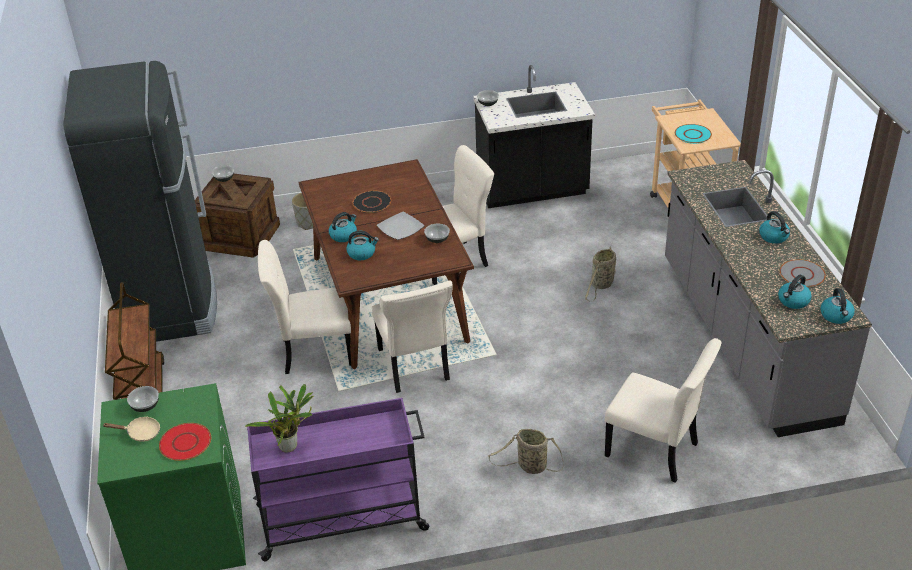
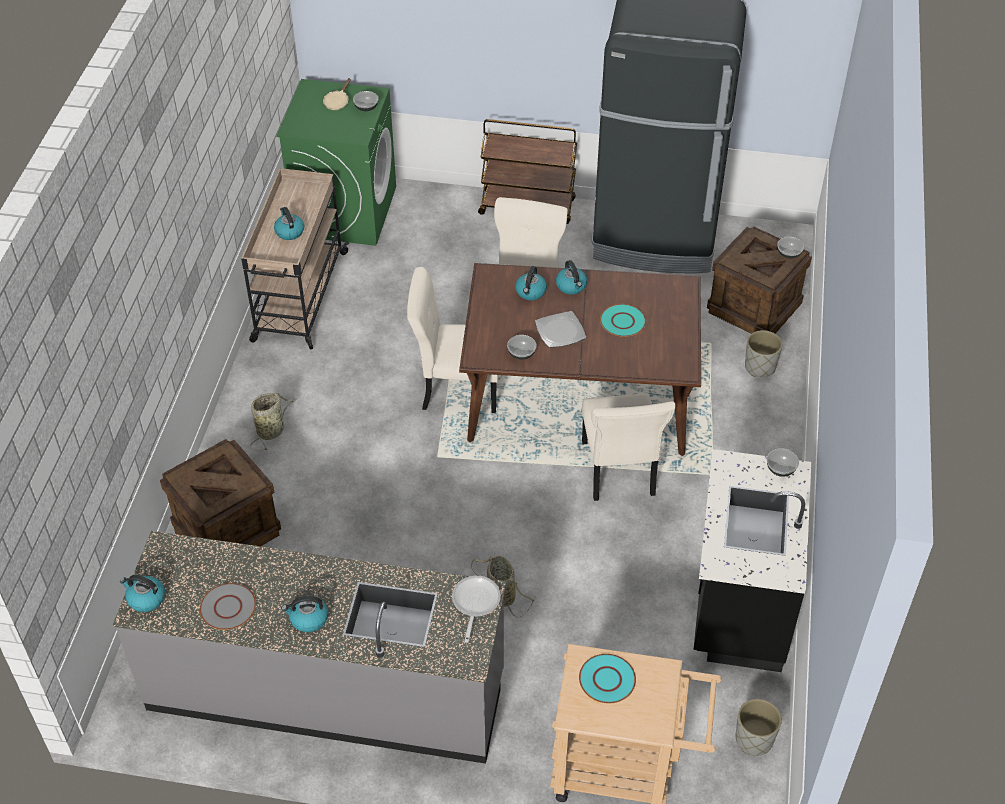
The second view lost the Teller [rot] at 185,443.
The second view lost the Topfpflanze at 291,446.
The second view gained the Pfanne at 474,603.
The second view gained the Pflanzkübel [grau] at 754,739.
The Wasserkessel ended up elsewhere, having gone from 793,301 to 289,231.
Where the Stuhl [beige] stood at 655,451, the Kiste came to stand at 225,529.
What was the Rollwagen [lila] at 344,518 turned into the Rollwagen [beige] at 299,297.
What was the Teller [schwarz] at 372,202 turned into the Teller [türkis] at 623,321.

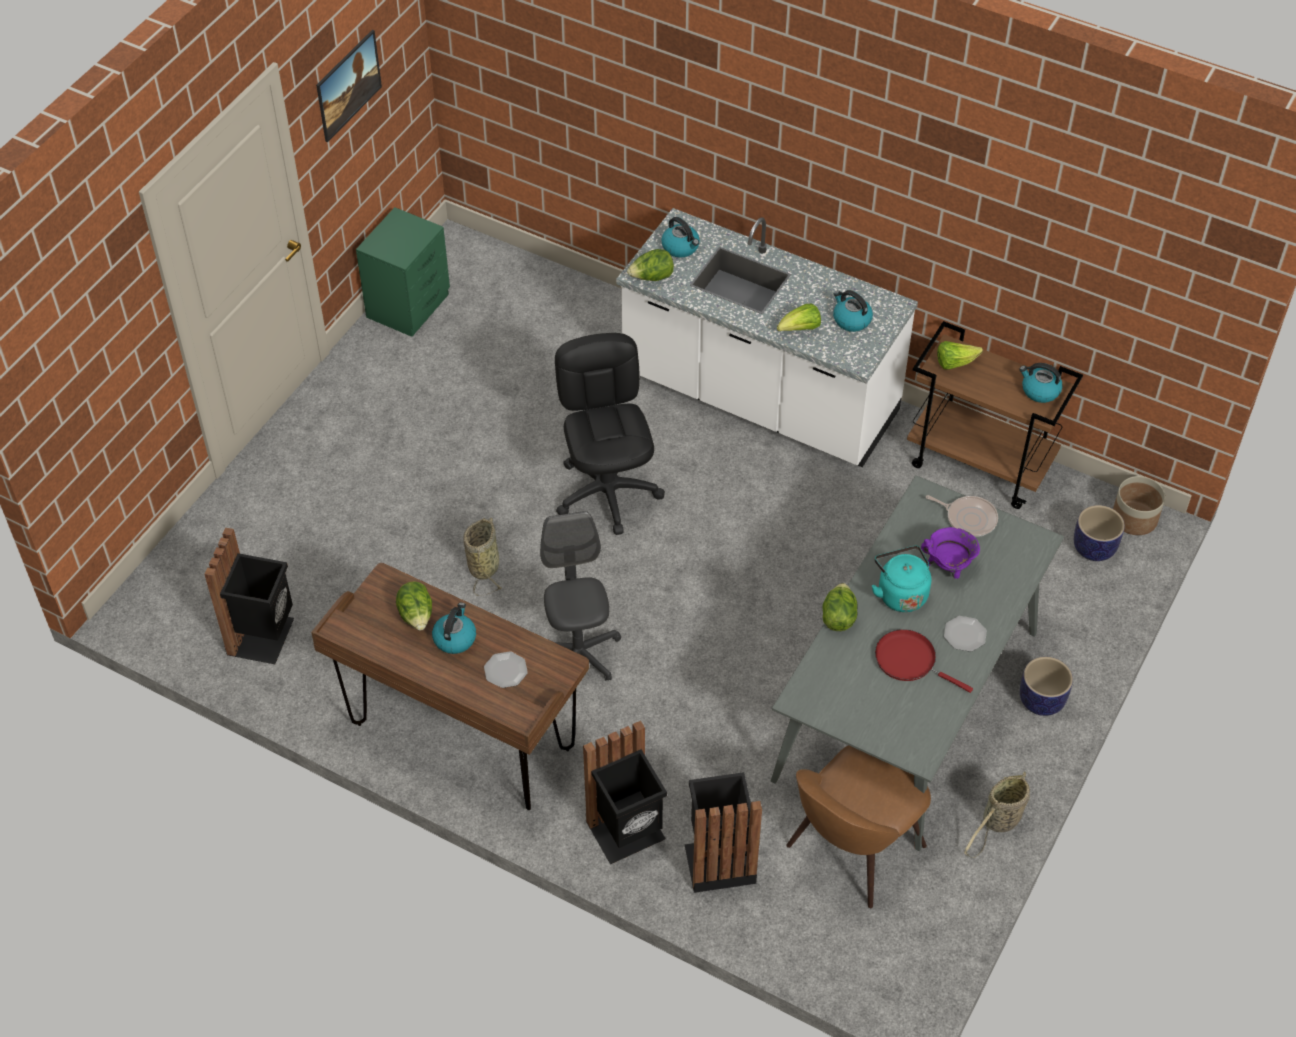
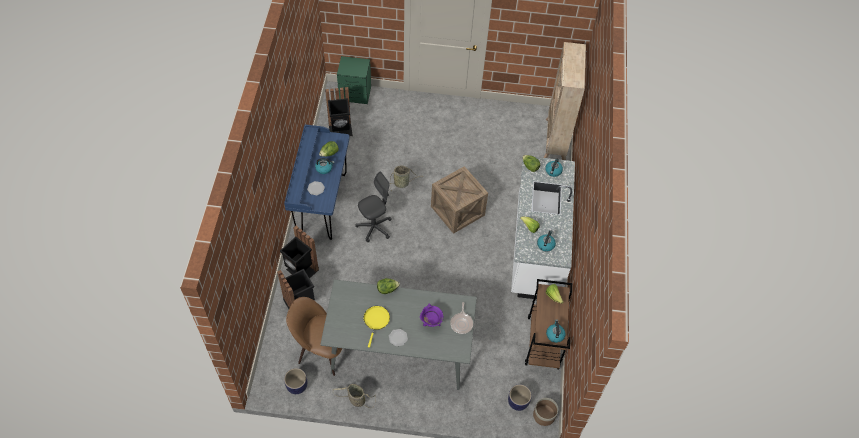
The second view lost the Bild at 350,99.
The second view lost the Wasserkessel [türkis] at 900,593.
The second view gained the Bücherregal [beige] at 555,140.
The Nachttisch [grün] ended up elsewhere, having gone from 410,305 to 355,94.
The Pflanzkübel ended up elsewhere, having gone from 1041,701 to 296,386.
Where the Bürostuhl [schwarz] stood at 608,492, the Kiste came to stand at 457,210.
What was the Schreibtisch [braun] at 462,738 turned into the Schreibtisch [blau] at 322,204.
What was the Pfanne [rot] at 909,660 turned into the Pfanne [gelb] at 376,321.

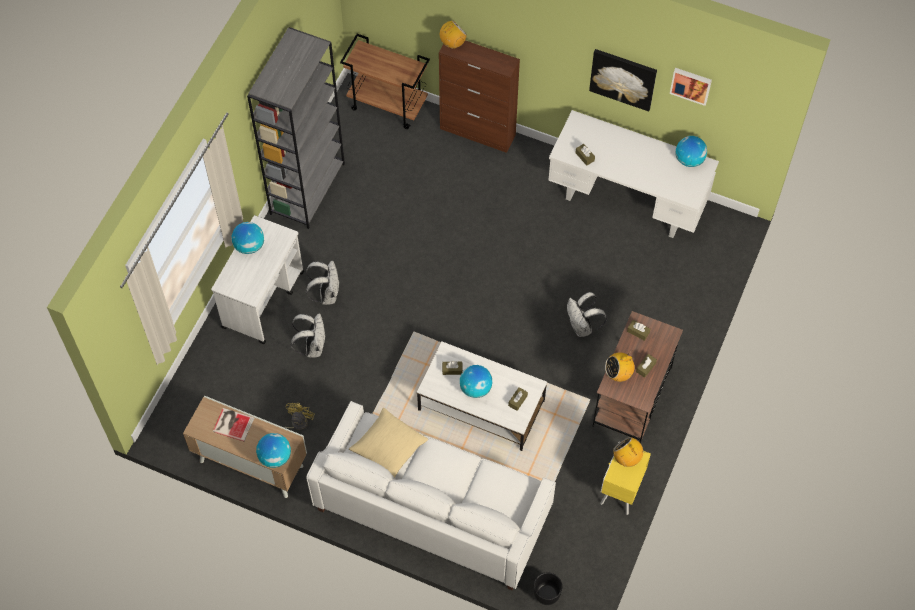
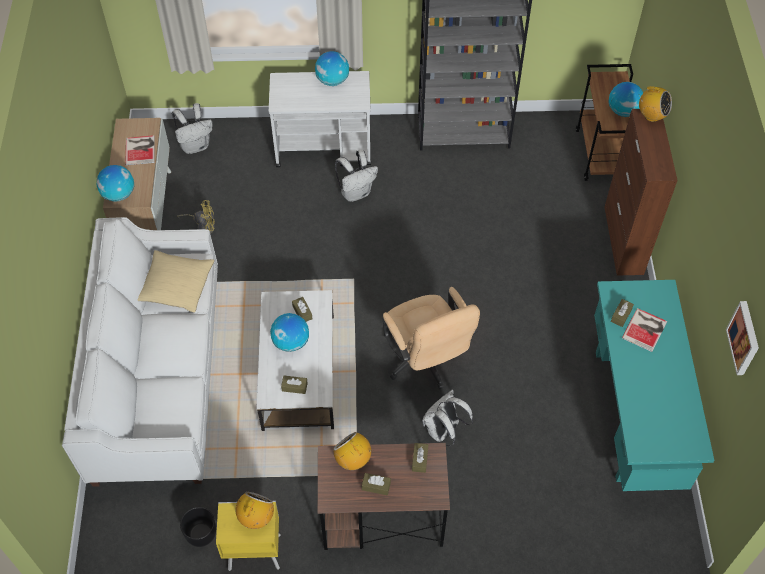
The second view lost the Bild at 623,78.
The second view gained the Bürostuhl [beige] at 425,361.
The second view gained the Buch at 645,329.
The Rucksack [weiß] ended up elsewhere, having gone from 312,347 to 195,146.
The Pflanzkübel [schwarz] ended up elsewhere, having gone from 546,594 to 201,533.
The Globus ended up elsewhere, having gone from 689,160 to 623,111.
What was the Schreibtisch [weiß] at 627,201 turned into the Schreibtisch [türkis] at 633,414.

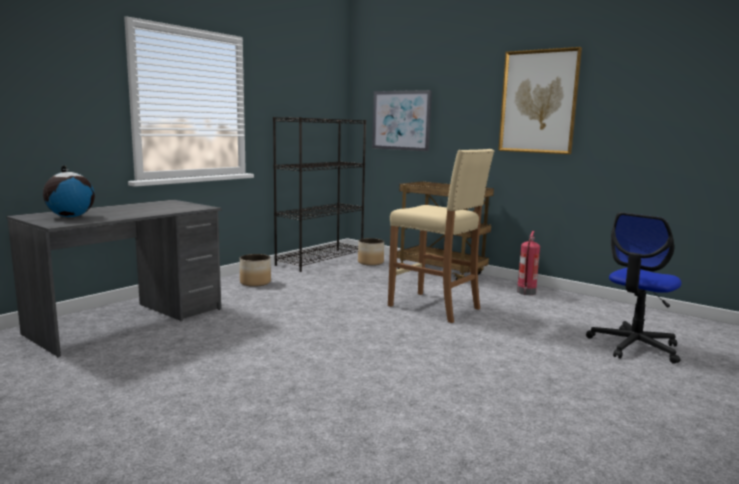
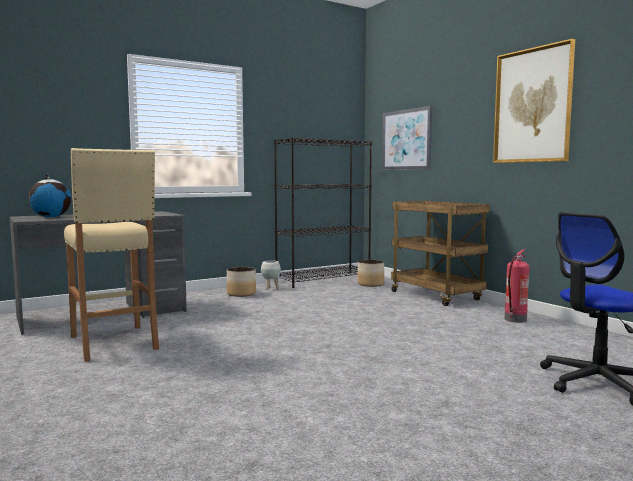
The second view gained the Pflanzkübel [weiß] at 271,288.
The Hocker [beige] ended up elsewhere, having gone from 435,307 to 114,343.

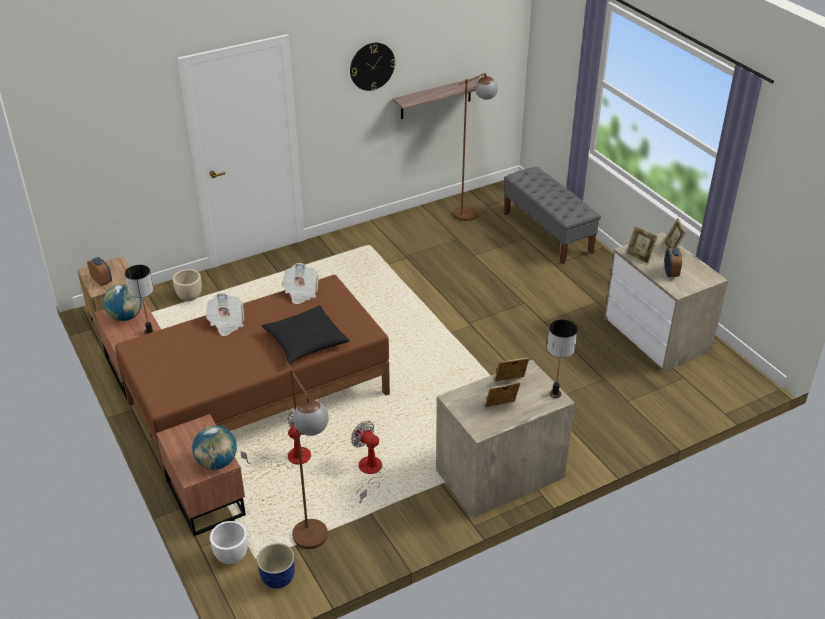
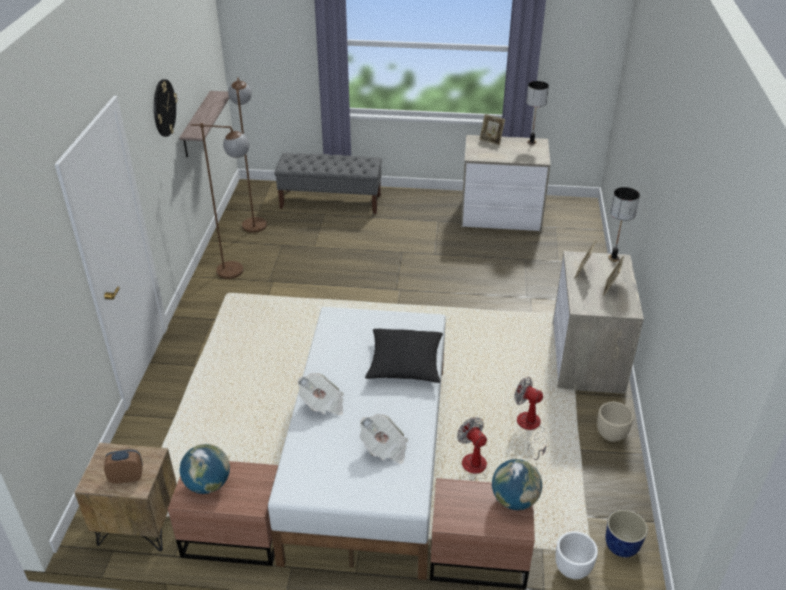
The second view lost the Bilderrahmen at 639,257.
The second view lost the Wecker at 670,272.
The Tischlampe ended up elsewhere, having gone from 149,332 to 531,142.
The Pflanzkübel [beige] ended up elsewhere, having gone from 189,297 to 611,435.
The Zeitung ended up elsewhere, having gone from 301,292 to 384,448.
The Stehlampe [braun] ended up elsewhere, having gone from 315,544 to 239,271.
What was the Bett [braun] at 258,397 turned into the Bett [weiß] at 367,458.
The Ventilator at 369,473 ended up facing another way, 45 degrees clockwise from before.

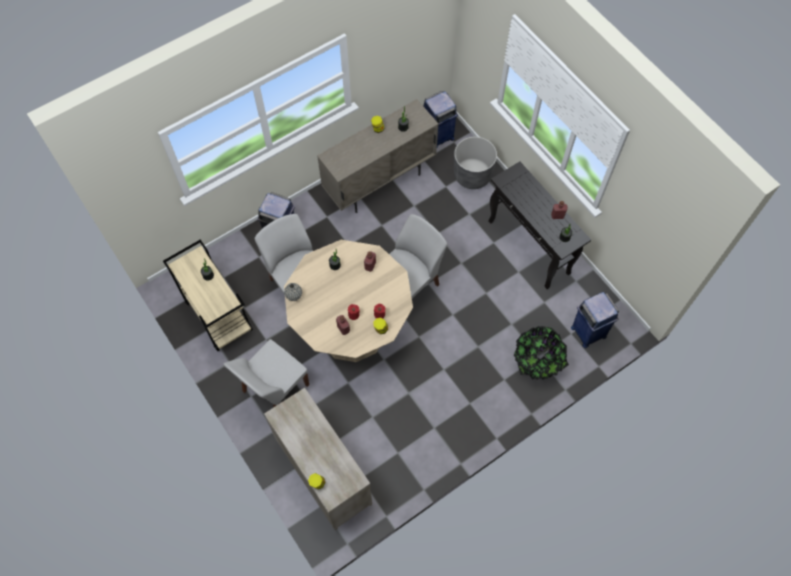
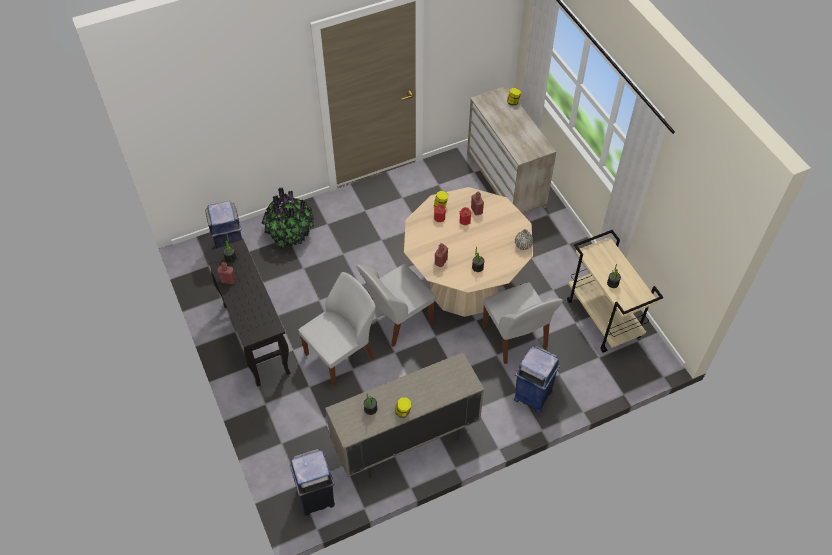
The second view lost the Pflanzkübel [grau] at 472,175.
The Stuhl [weiß] ended up elsewhere, having gone from 274,389 to 341,355.

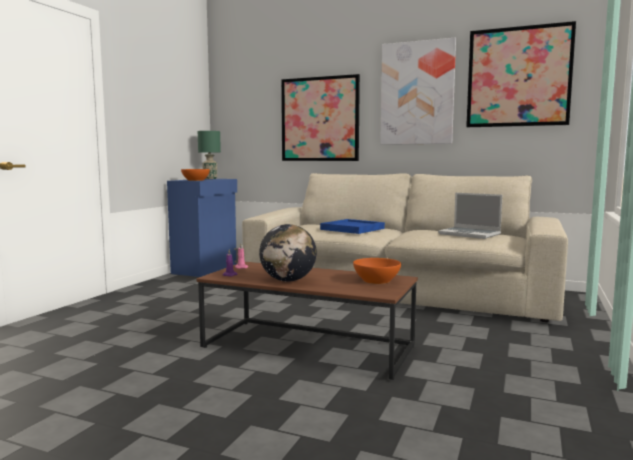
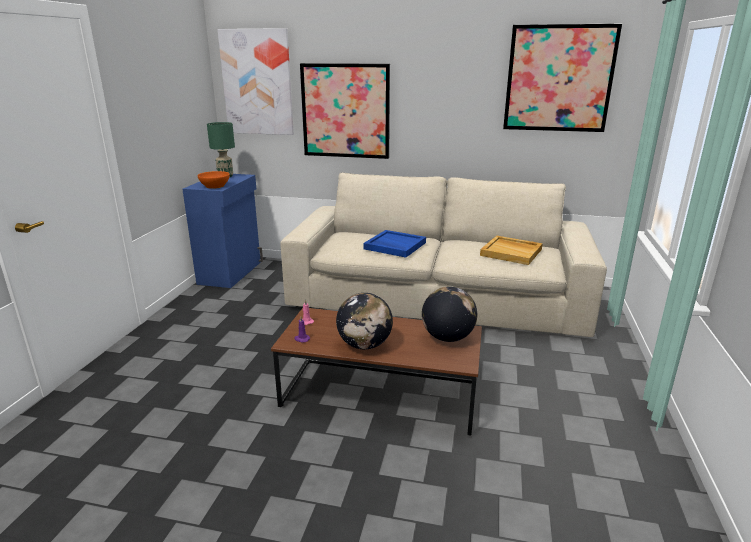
The Bild ended up elsewhere, having gone from 417,93 to 257,83.
Where the Schüssel [orange] stood at 376,280, the Globus came to stand at 447,337.
Where the Laptop stood at 470,234, the Tablett [beige] came to stand at 511,252.

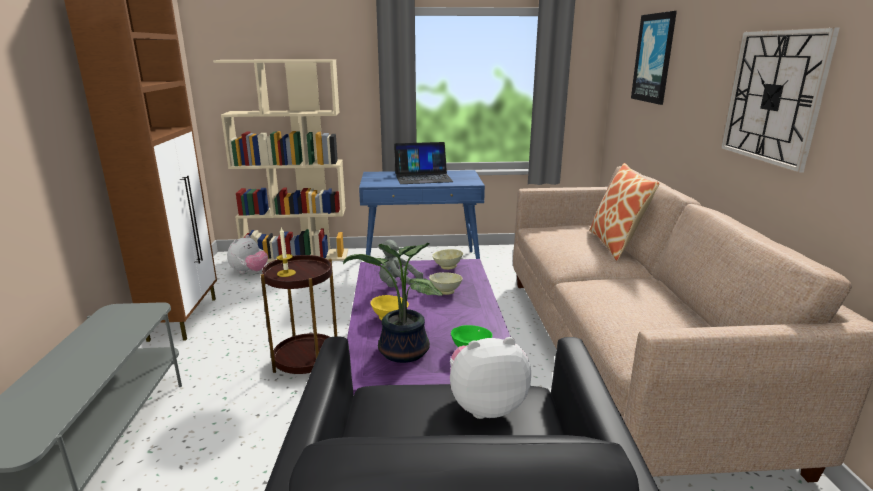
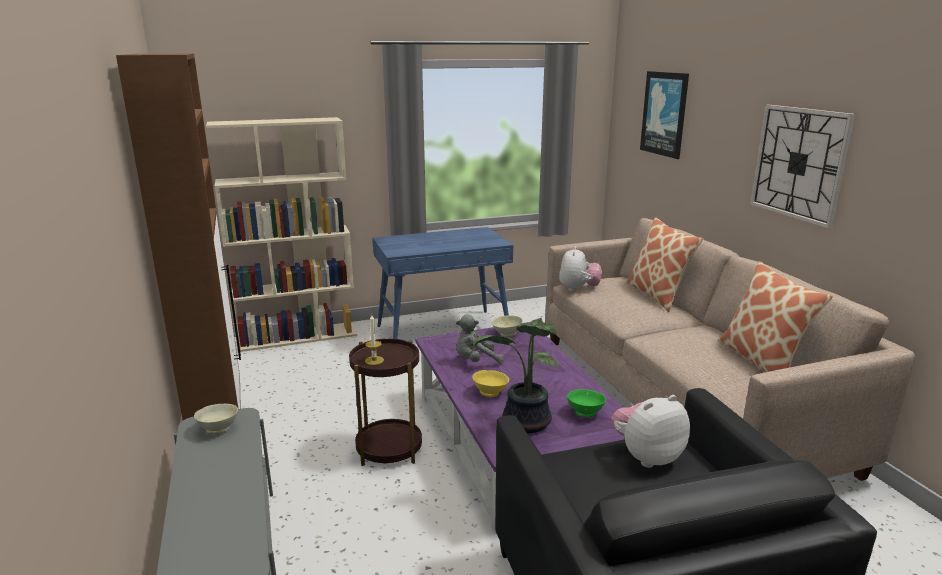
The second view lost the Laptop at 423,177.
The second view gained the Kissen at 762,361.
The Plüschtier ended up elsewhere, having gone from 249,272 to 578,289.
The Schüssel [beige] ended up elsewhere, having gone from 446,291 to 219,429.

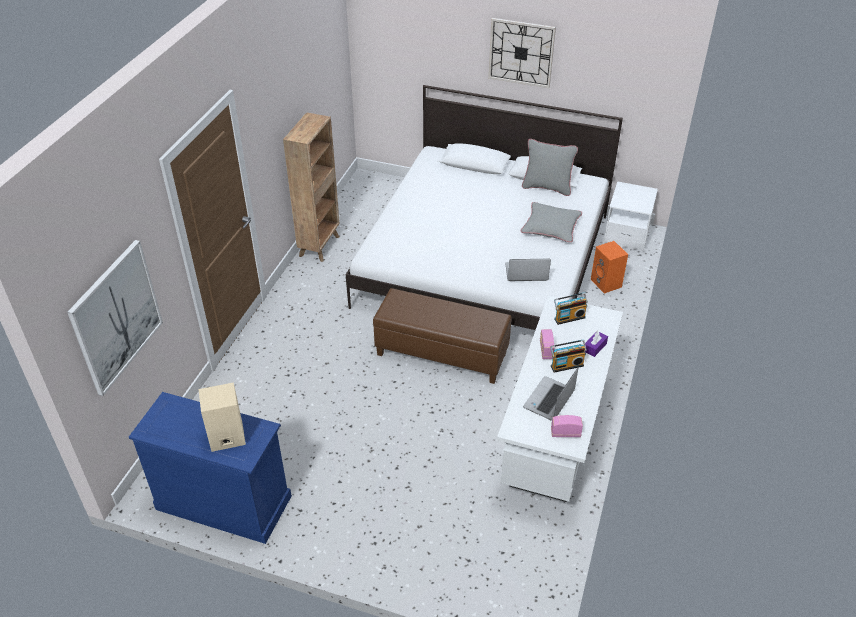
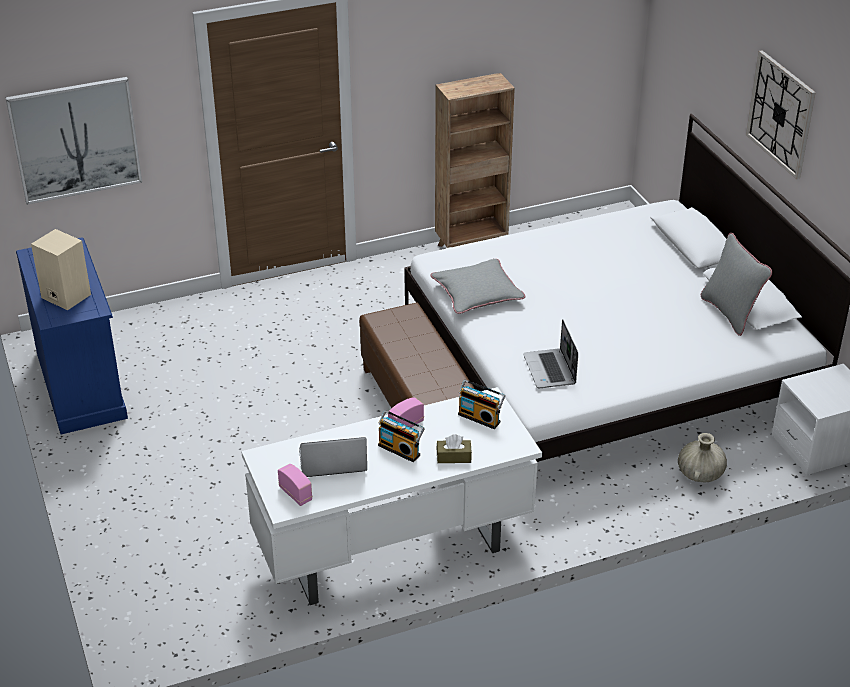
The Kissen [grau] ended up elsewhere, having gone from 551,227 to 477,293.
Where the Lautsprecher [orange] stood at 607,283, the Vase [beige] came to stand at 700,474.
What was the Taschentuchbox [lila] at 595,347 turned into the Taschentuchbox [braun] at 454,457.
The Laptop at 526,273 ended up facing another way, 150 degrees counterclockwise from before.

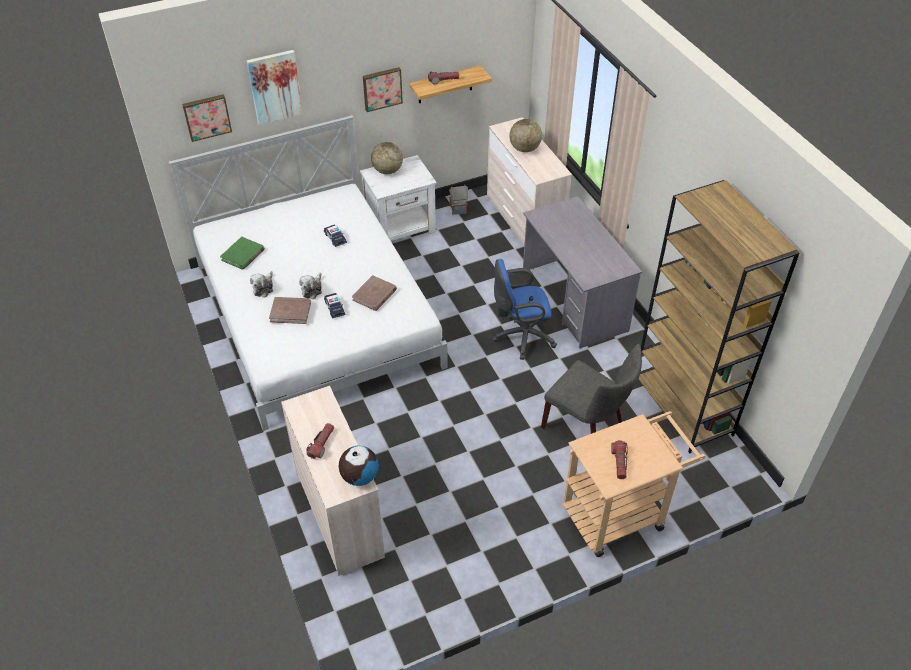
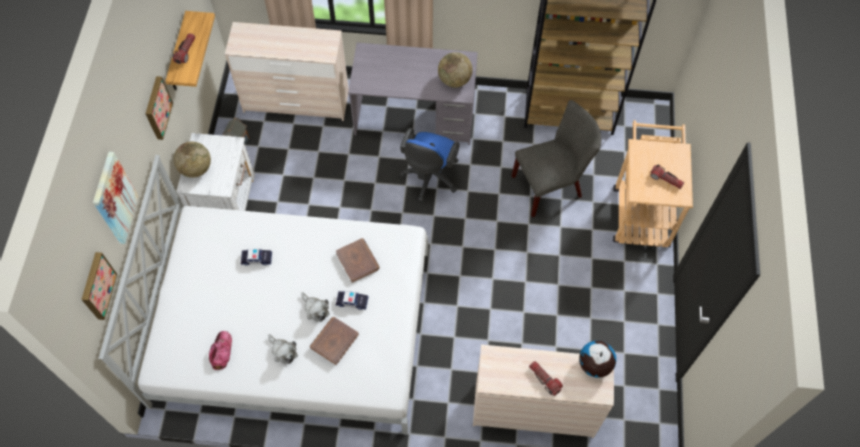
The Globus ended up elsewhere, having gone from 524,149 to 454,80.
Where the Buch [grün] stood at 243,255, the Kappe came to stand at 221,351.

